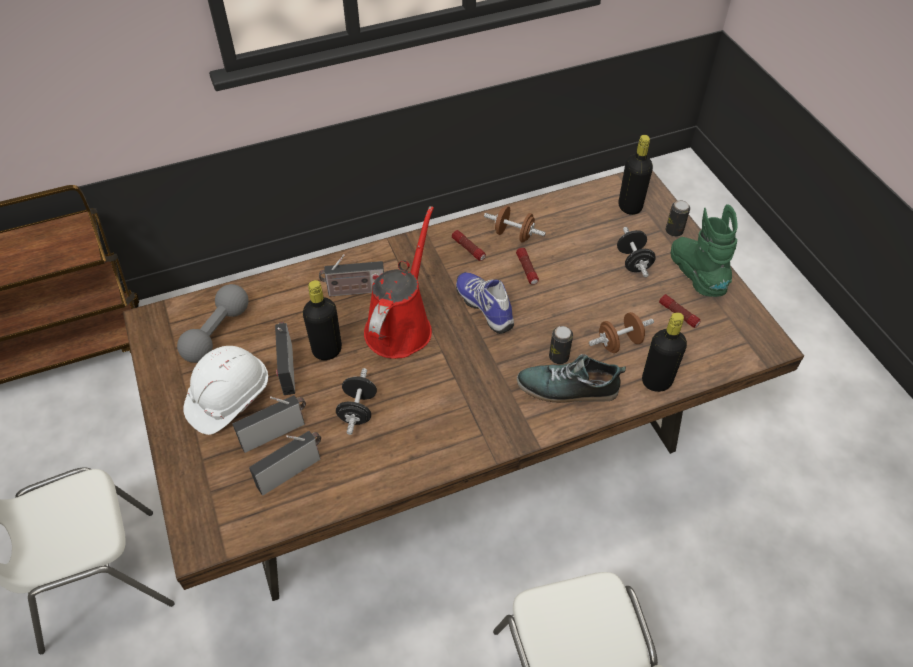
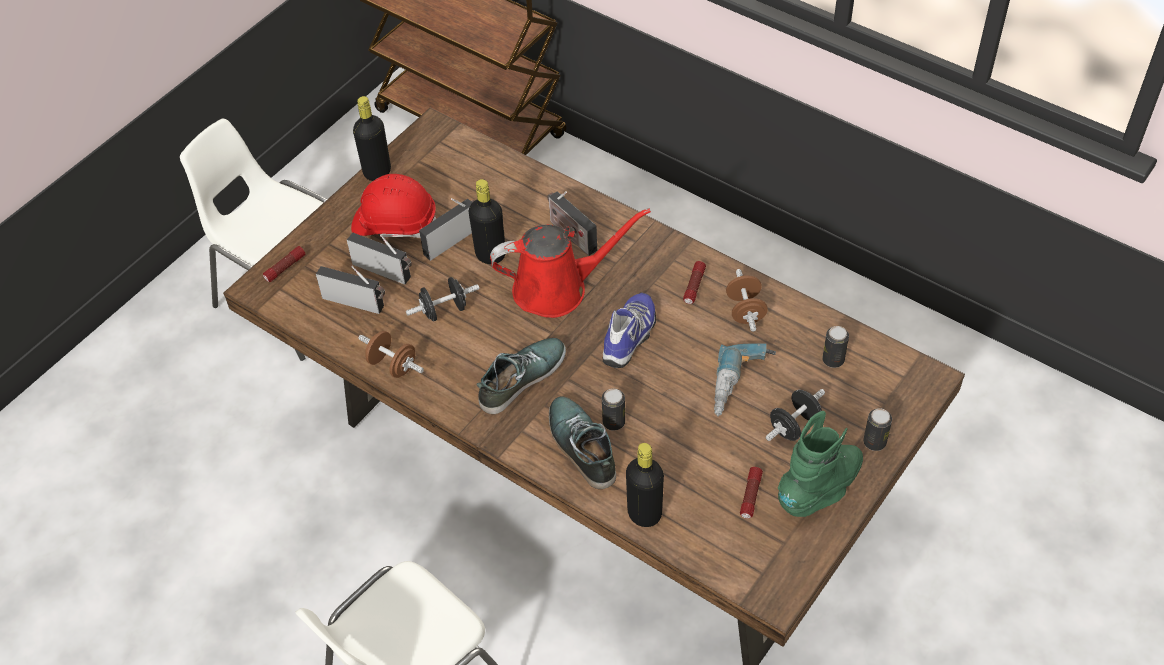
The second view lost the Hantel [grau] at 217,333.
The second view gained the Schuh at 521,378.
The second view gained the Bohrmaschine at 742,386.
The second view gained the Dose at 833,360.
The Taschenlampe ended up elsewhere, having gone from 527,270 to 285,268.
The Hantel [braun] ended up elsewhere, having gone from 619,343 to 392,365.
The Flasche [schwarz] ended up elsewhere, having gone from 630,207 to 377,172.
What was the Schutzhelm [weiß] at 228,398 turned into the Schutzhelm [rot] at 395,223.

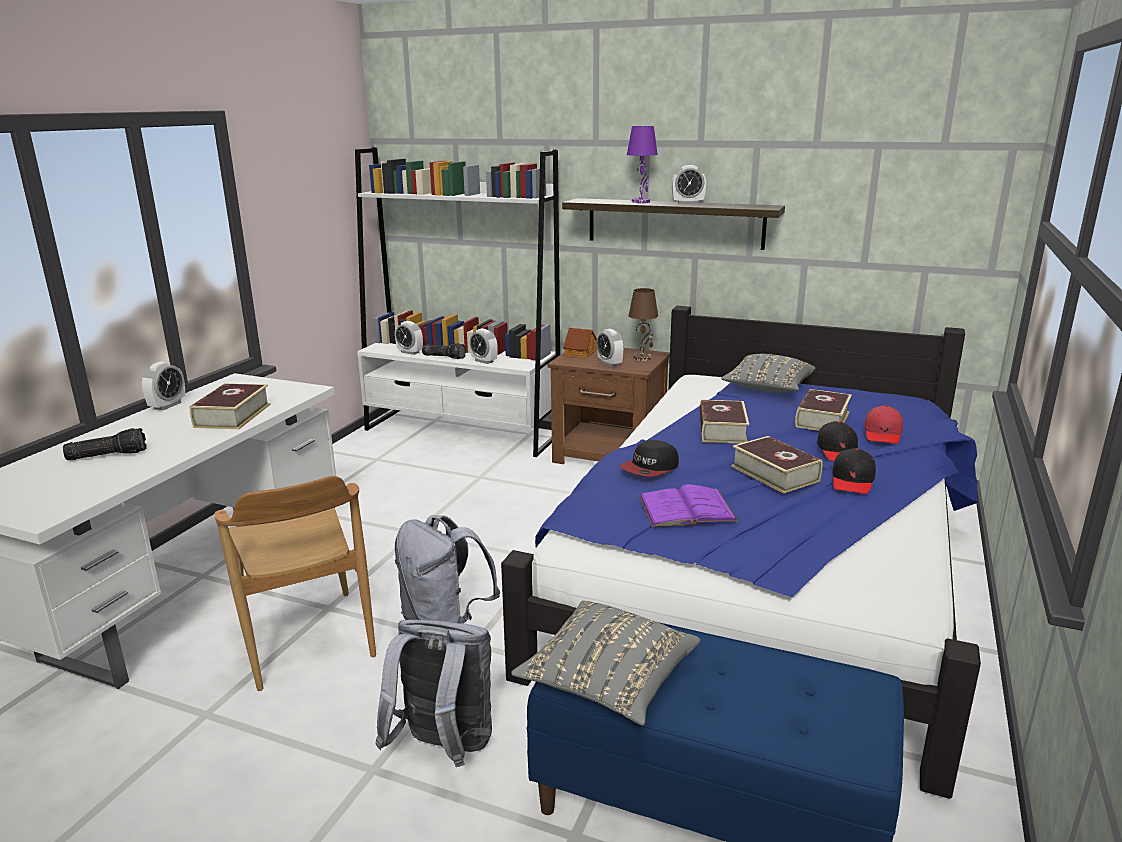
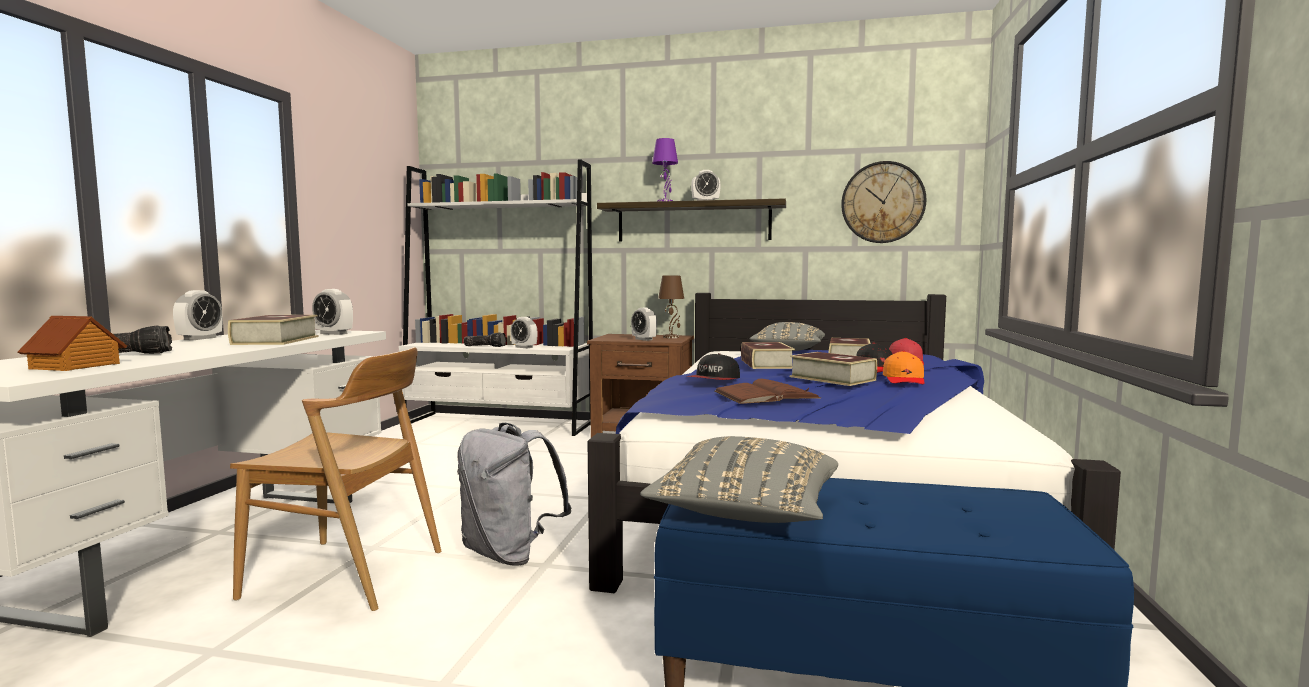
The second view lost the Rucksack [grau] at 444,749.
The second view gained the Wanduhr at 882,202.
The Wecker ended up elsewhere, having gone from 410,352 to 334,333.
The Spielzeughaus ended up elsewhere, having gone from 581,353 to 76,366.
What was the Buch [lila] at 686,508 turned into the Buch [braun] at 766,395.
What was the Kappe [schwarz] at 852,480 turned into the Kappe [orange] at 904,379.
The Stuhl [braun] at 305,639 ended up facing another way, 45 degrees counterclockwise from before.

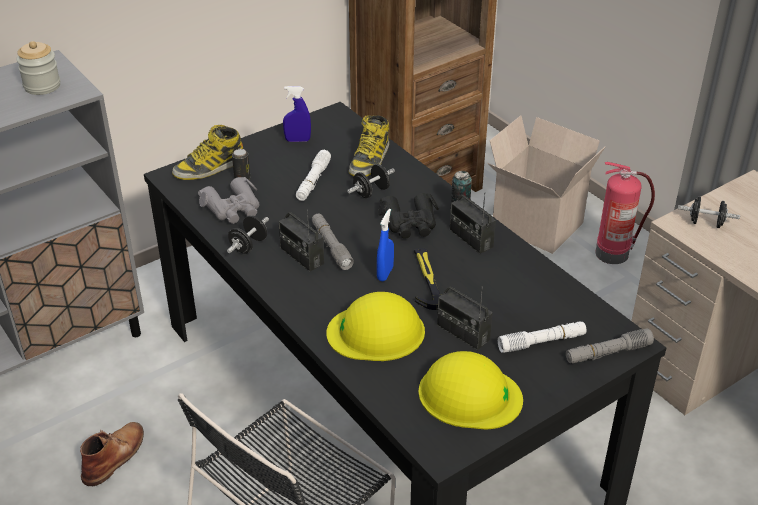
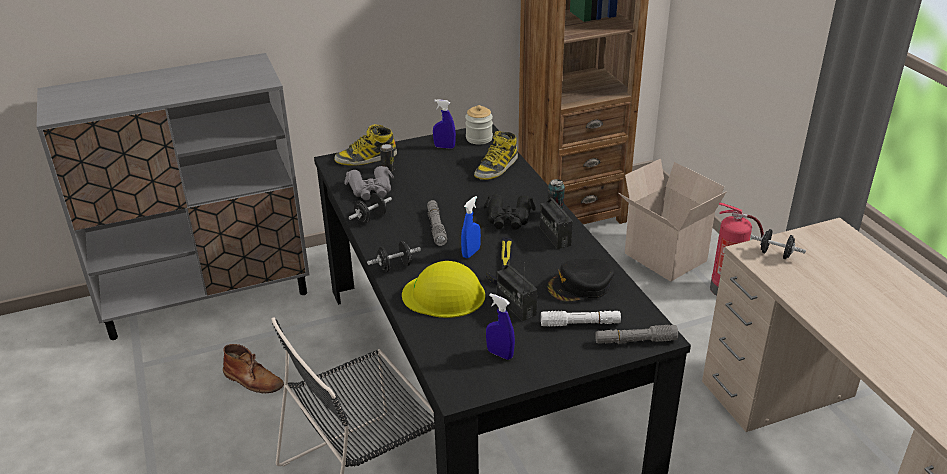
The second view lost the Radio at 301,256.
The second view lost the Taschenlampe [weiß] at 313,181.
The second view gained the Kappe [schwarz] at 579,286.
The Vorratsglas ended up elsewhere, having gone from 42,86 to 479,138.
The Hantel [schwarz] ended up elsewhere, having gone from 371,192 to 395,266.
Where the Schutzhelm [gelb] stood at 469,395, the Sprühflasche [blau] came to stand at 500,354.
The Stiefel [braun] at 115,456 ended up facing another way, 75 degrees clockwise from before.

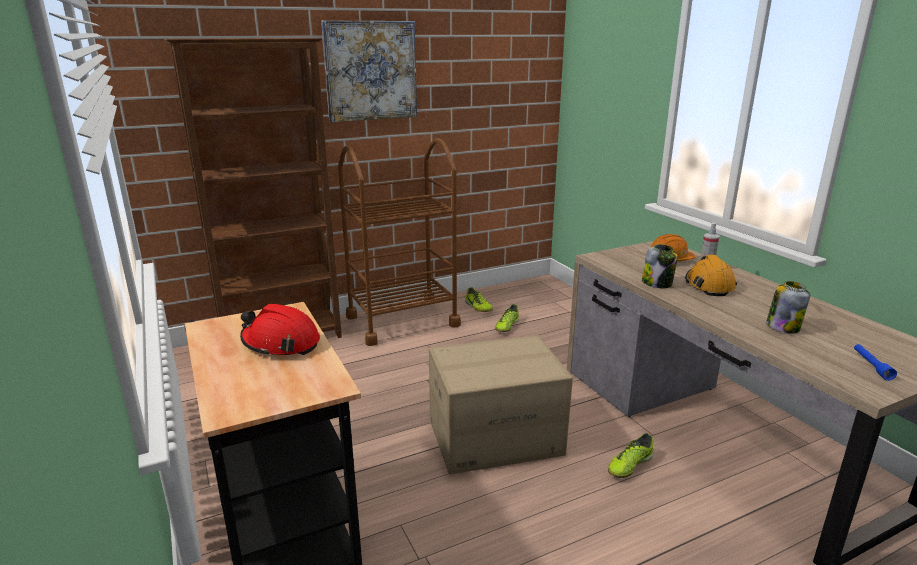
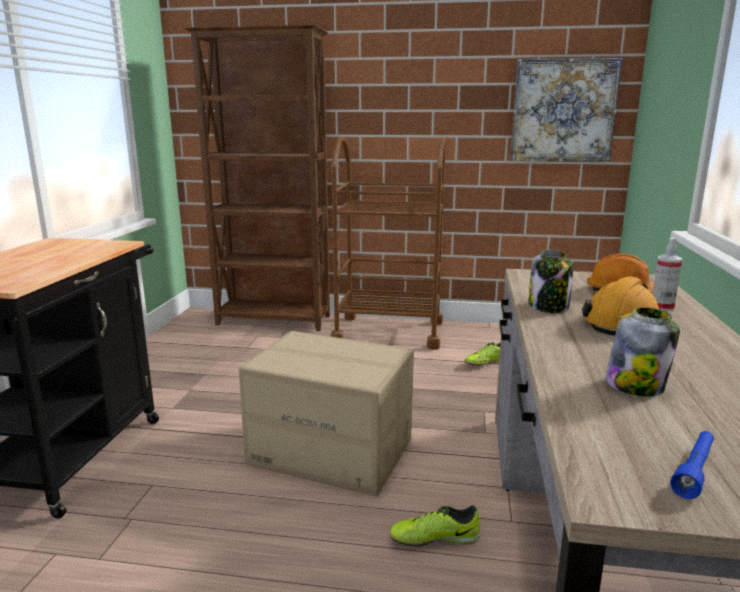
The second view lost the Schutzhelm [rot] at 281,343.
The second view lost the Schuh at 478,307.
The Bild ended up elsewhere, having gone from 370,71 to 563,111.

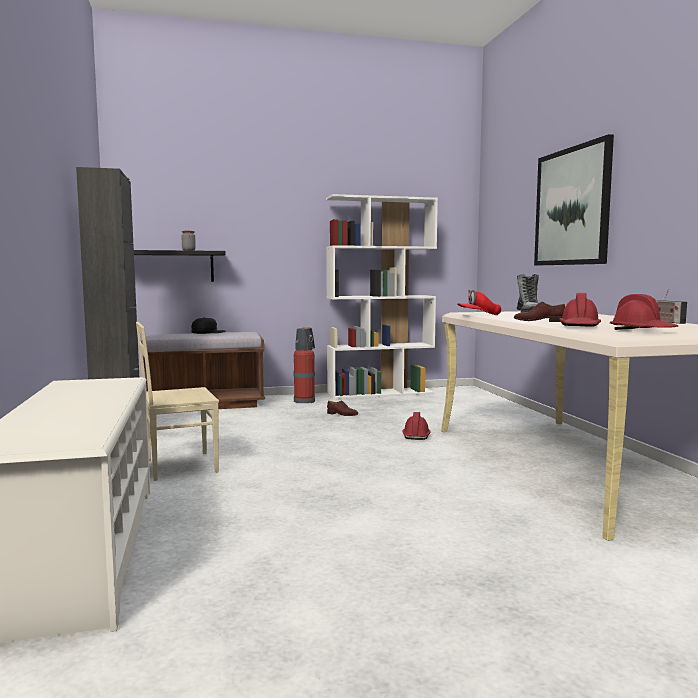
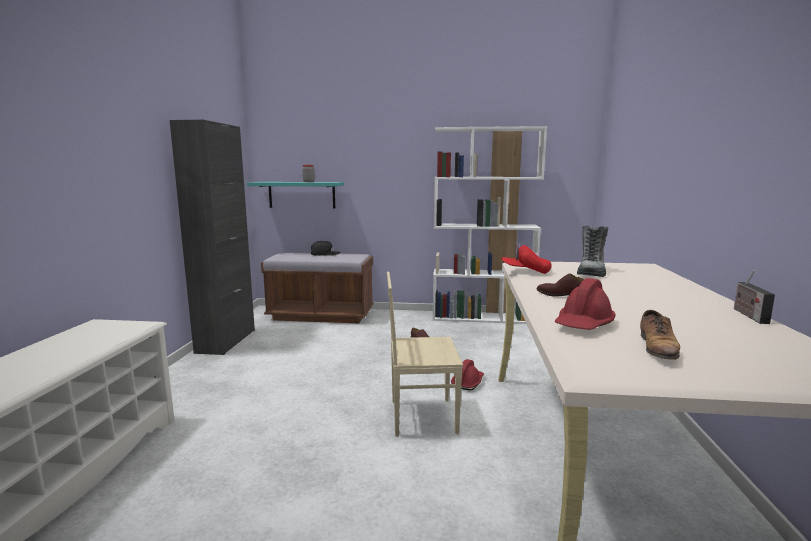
The second view lost the Feuerlöscher at 305,401.
The second view lost the Bild at 572,206.
The Stuhl [beige] ended up elsewhere, having gone from 180,466 to 421,416.
Where the Schutzhelm [rot] stood at 642,331, the Schuh came to stand at 658,348.
What was the Wandregal [schwarz] at 173,266 turned into the Wandregal [türkis] at 301,195.

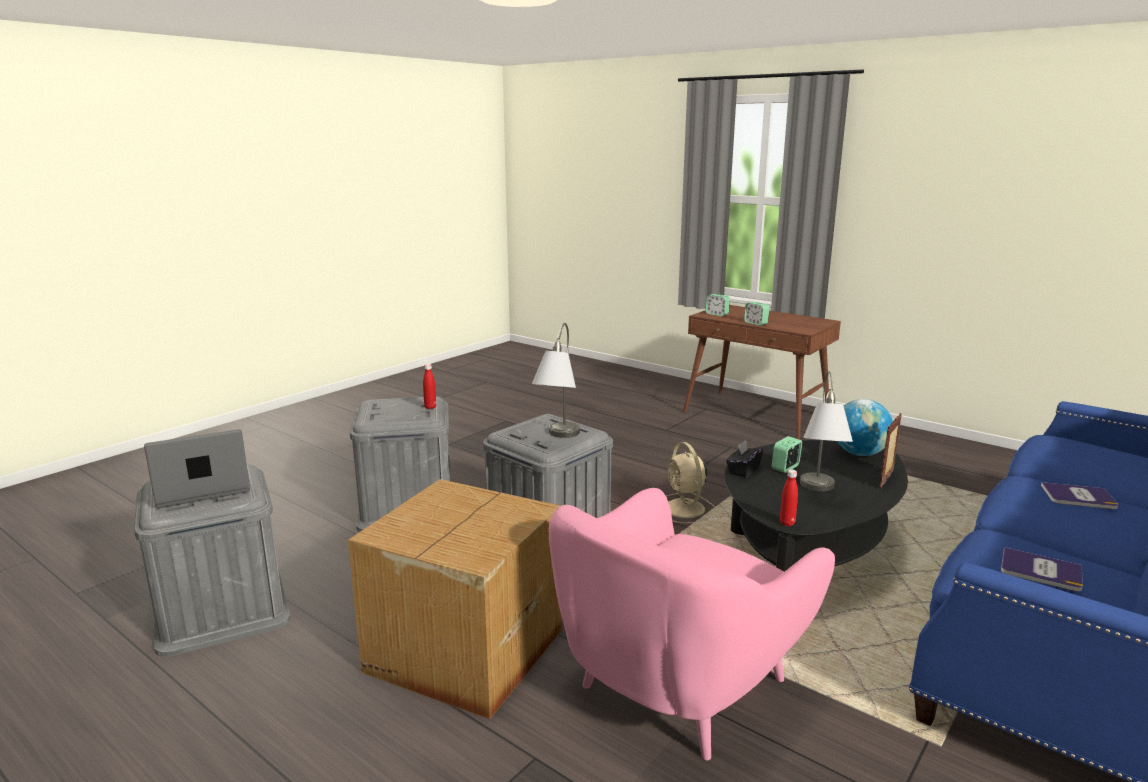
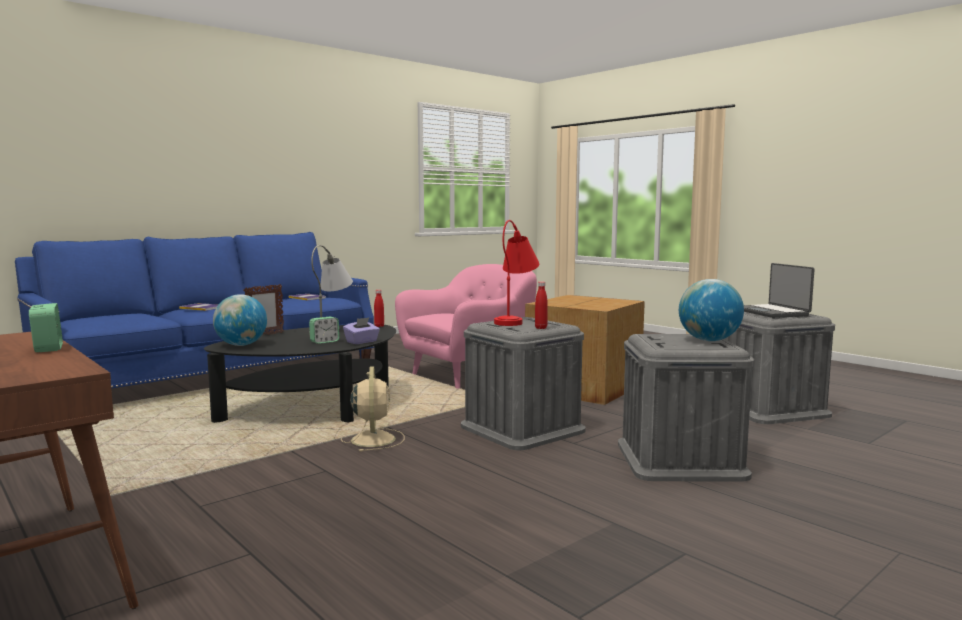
The second view lost the Wecker at 717,314.
The second view gained the Globus at 709,340.
The Flasche [rot] ended up elsewhere, having gone from 430,407 to 541,328.
What was the Tischlampe [grau] at 557,439 turned into the Tischlampe [rot] at 516,320.
What was the Taschentuchbox [schwarz] at 743,470 turned into the Taschentuchbox [lila] at 362,342.
The Laptop at 203,489 ended up facing another way, 90 degrees clockwise from before.

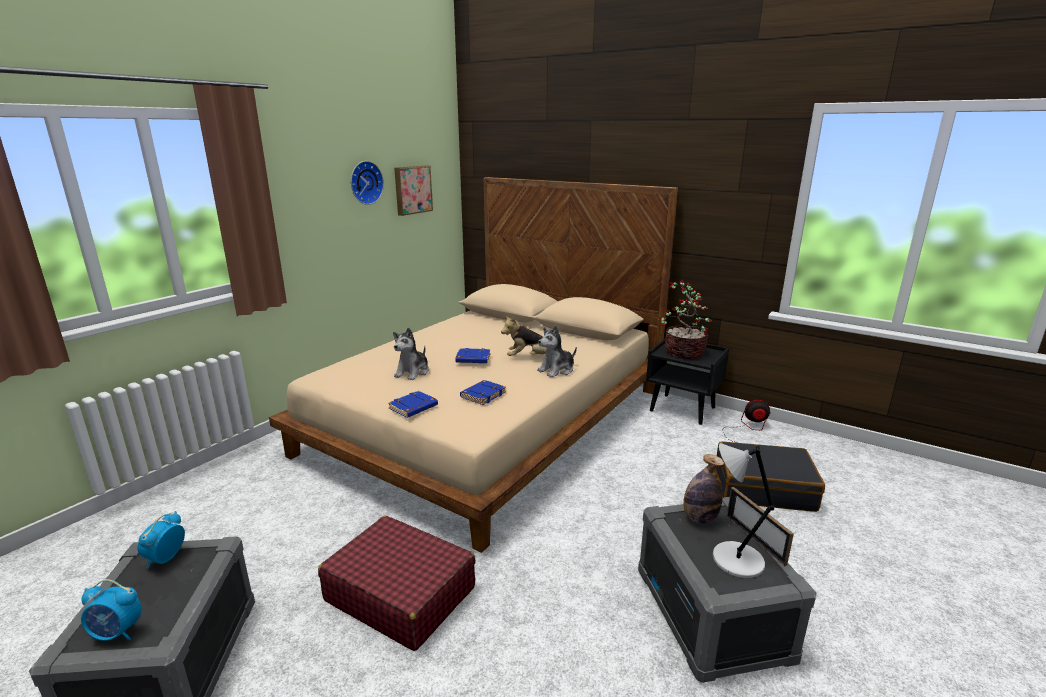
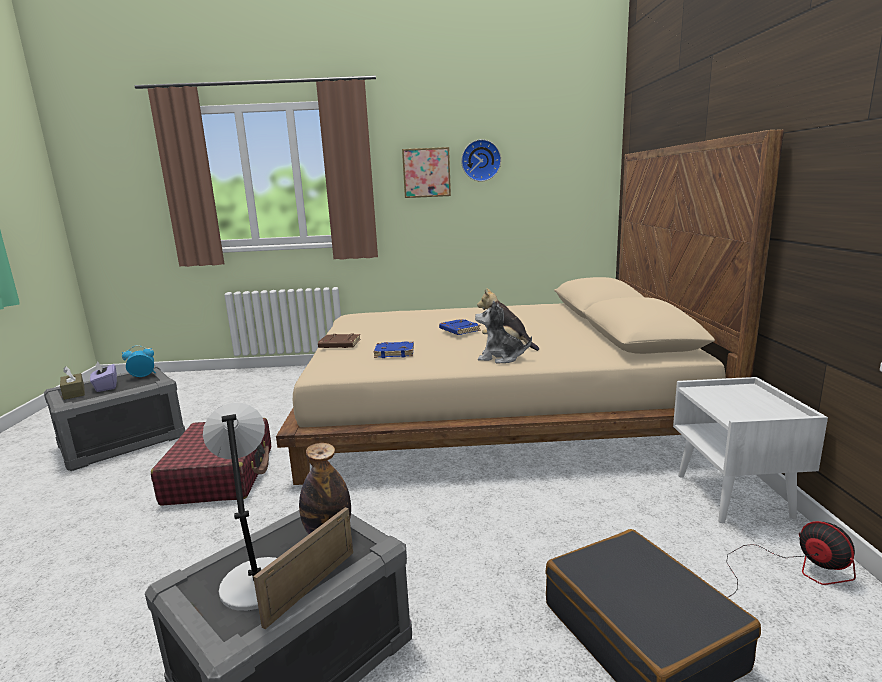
The second view lost the Plüschtier at 413,372.
The second view lost the Topfpflanze at 683,352.
The second view gained the Taschentuchbox [lila] at 106,387.
The Bild ended up elsewhere, having gone from 412,190 to 426,173.
Where the Wecker stood at 117,633, the Taschentuchbox [braun] came to stand at 74,392.
What was the Buch [blau] at 413,408 turned into the Buch [braun] at 339,345.
What was the Nachttisch [schwarz] at 683,409 turned into the Nachttisch [weiß] at 734,496.

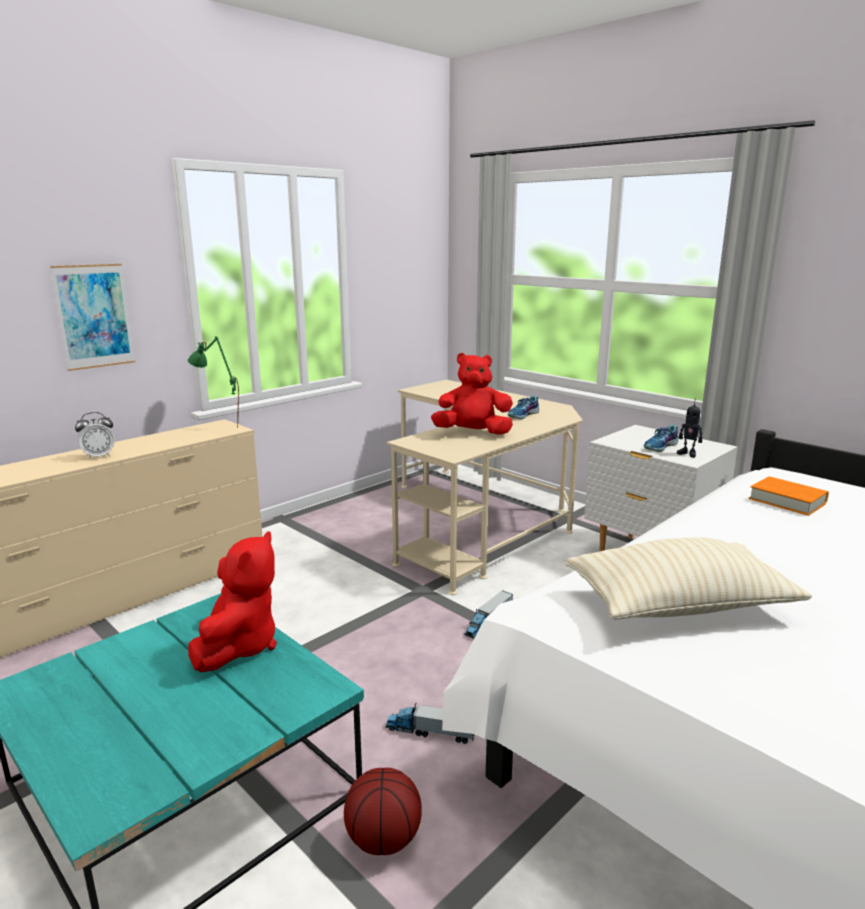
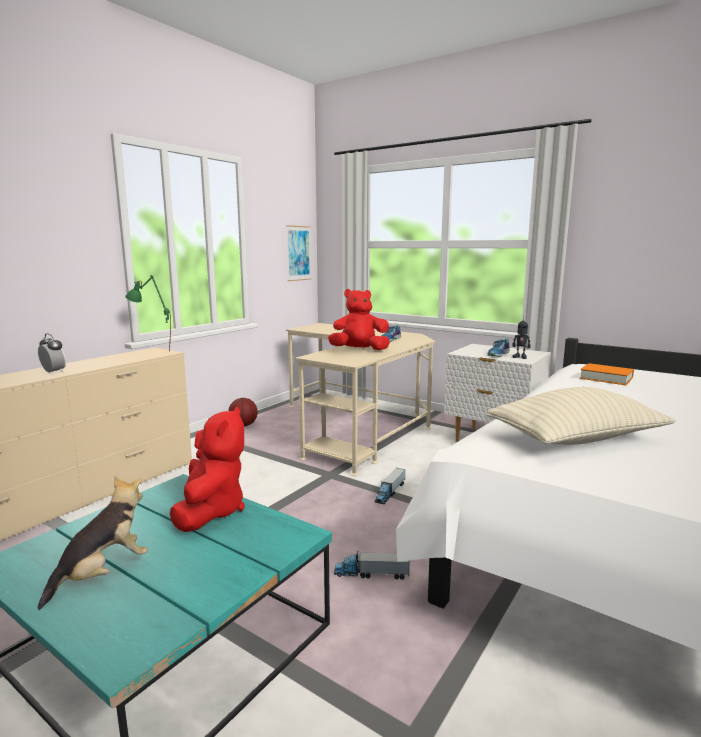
The second view gained the Plüschtier at 103,573.
The Bild ended up elsewhere, having gone from 94,316 to 298,253.
The Basketball ended up elsewhere, having gone from 384,839 to 243,425.
The Wecker at 99,456 ended up facing another way, 105 degrees counterclockwise from before.

